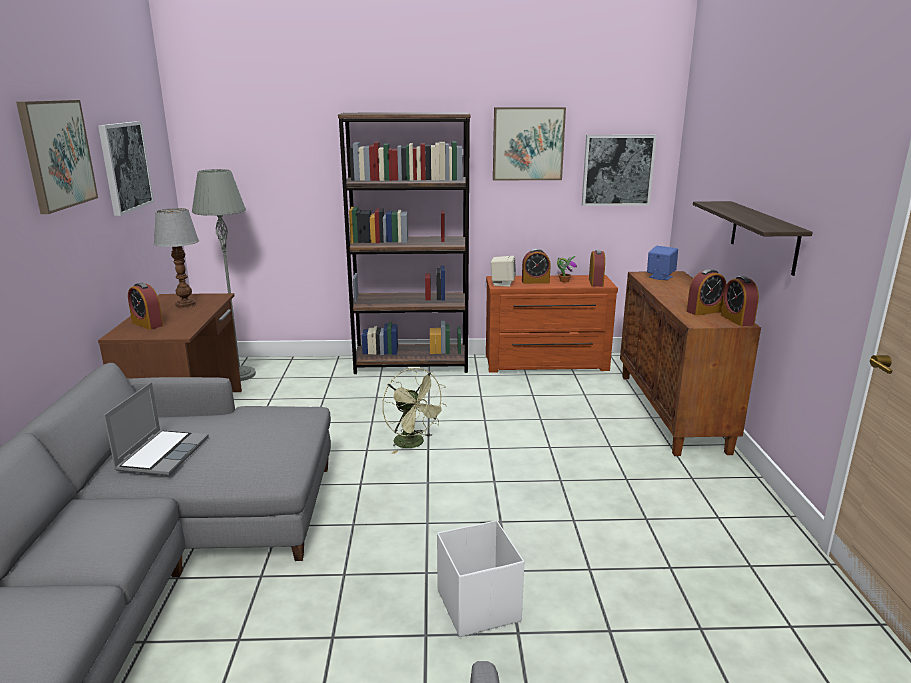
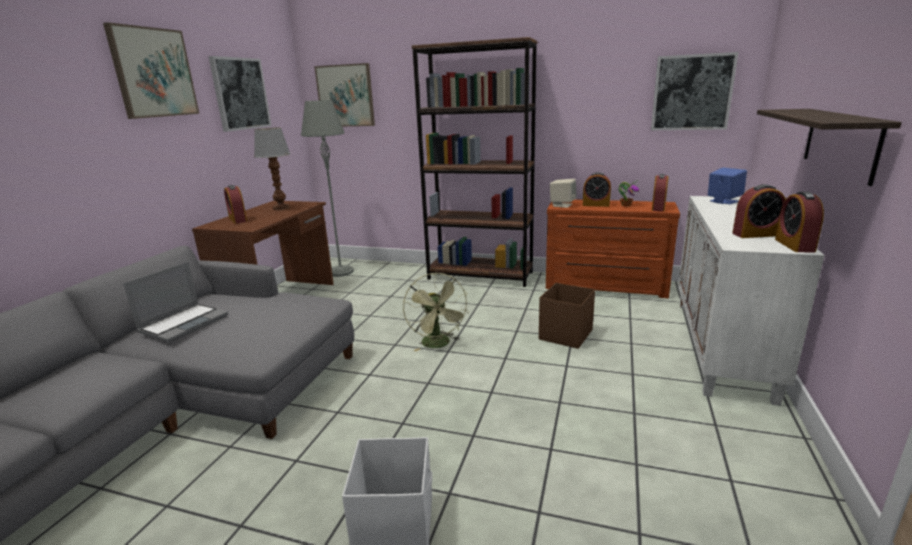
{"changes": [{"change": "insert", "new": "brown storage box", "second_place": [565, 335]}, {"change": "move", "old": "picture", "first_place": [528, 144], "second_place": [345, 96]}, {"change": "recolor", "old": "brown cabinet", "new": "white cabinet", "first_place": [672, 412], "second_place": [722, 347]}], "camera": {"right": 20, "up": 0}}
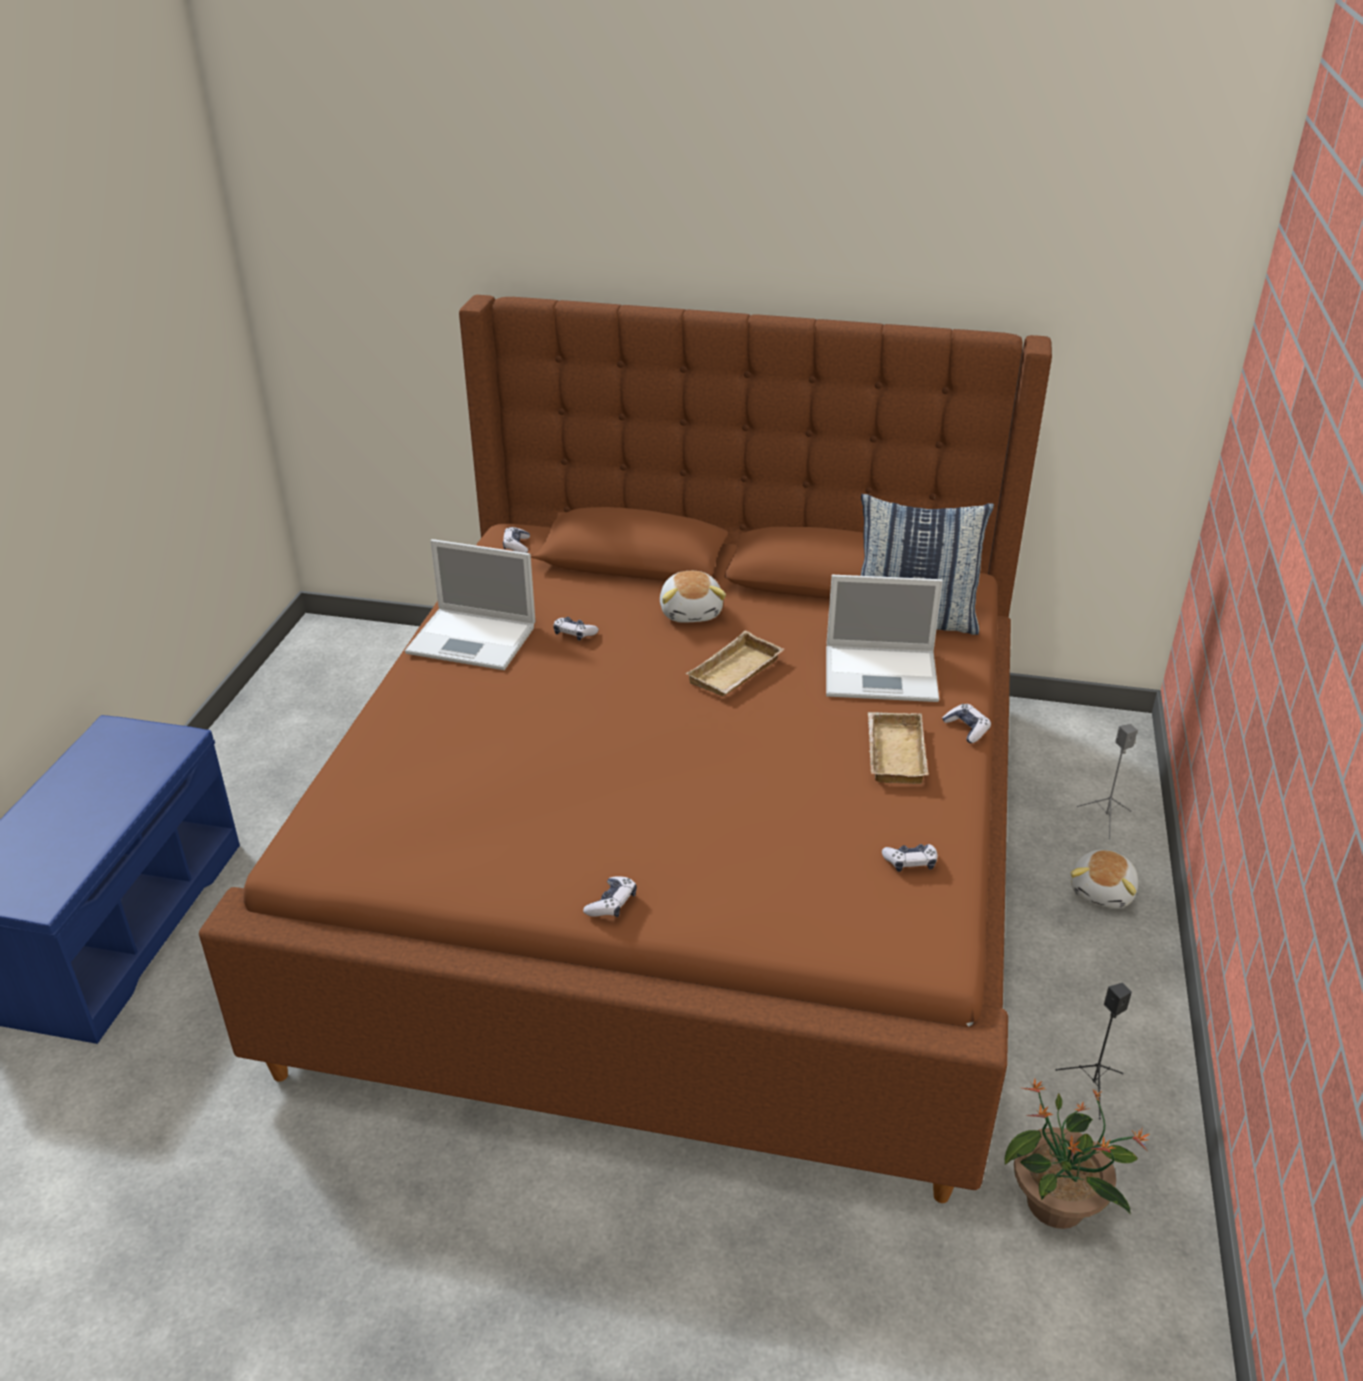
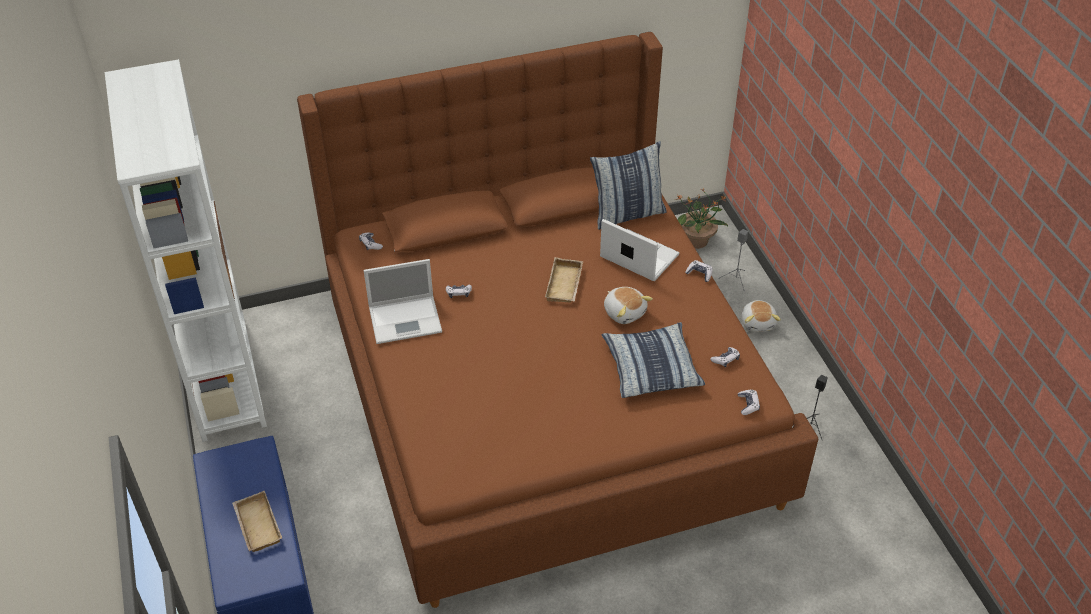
{"changes": [{"change": "insert", "new": "white bookcase", "second_place": [224, 378]}, {"change": "insert", "new": "pillow", "second_place": [651, 367]}, {"change": "move", "old": "game controller", "first_place": [612, 903], "second_place": [748, 405]}, {"change": "move", "old": "plush toy", "first_place": [692, 612], "second_place": [624, 312]}, {"change": "move", "old": "beige tray", "first_place": [892, 753], "second_place": [256, 525]}, {"change": "move", "old": "potted plant", "first_place": [1057, 1204], "second_place": [697, 241]}, {"change": "rotate", "old": "laptop", "first_place": [883, 674], "second_place": [638, 256], "degrees": -120}], "camera": {"right": -30, "up": 10}}
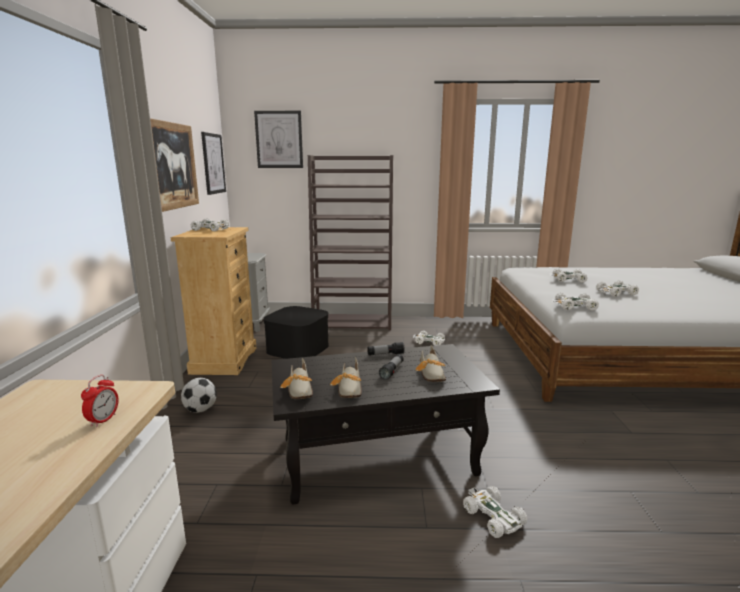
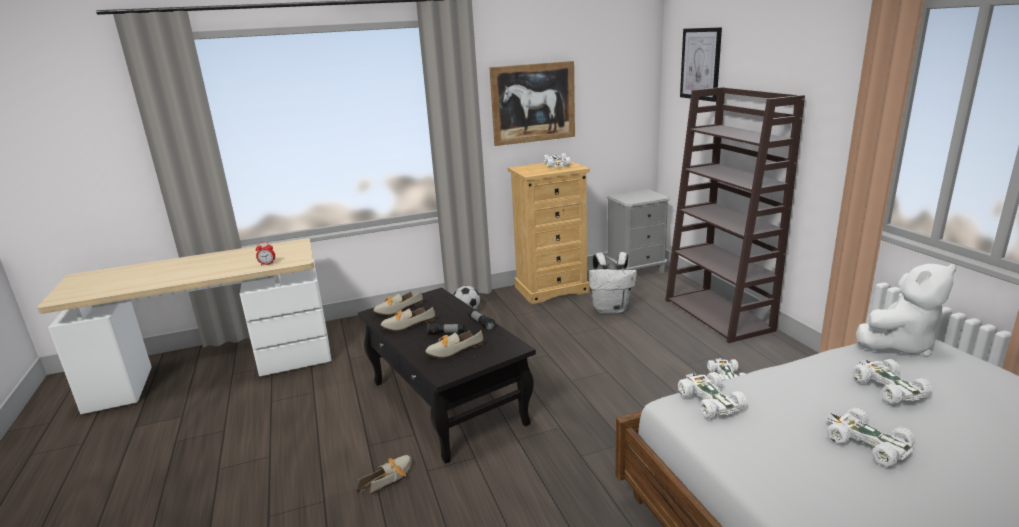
{"changes": [{"change": "delete", "old": "picture", "first_place": [213, 163]}, {"change": "insert", "new": "white plush toy", "second_place": [898, 345]}, {"change": "replace", "old": "black storage box", "new": "white backpack", "first_place": [297, 348], "second_place": [611, 309]}, {"change": "replace", "old": "white toy car", "new": "shoe", "first_place": [492, 516], "second_place": [390, 478]}], "camera": {"right": 70, "up": 5}}
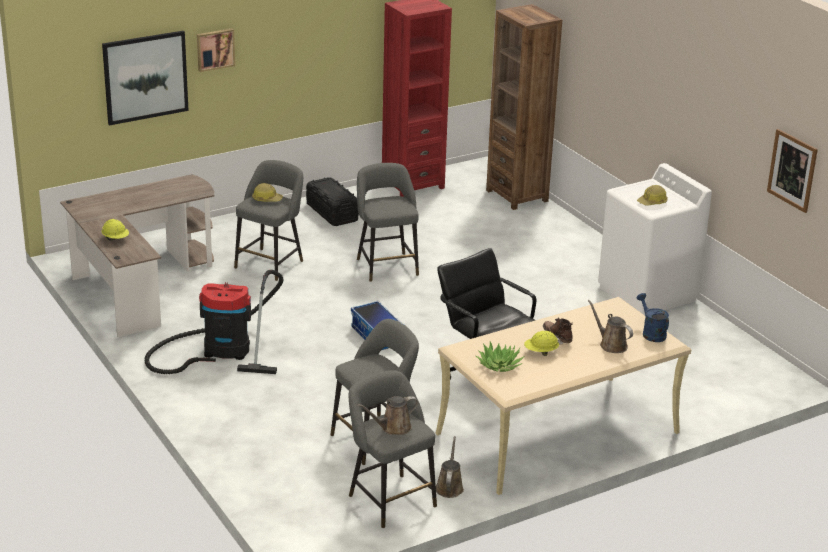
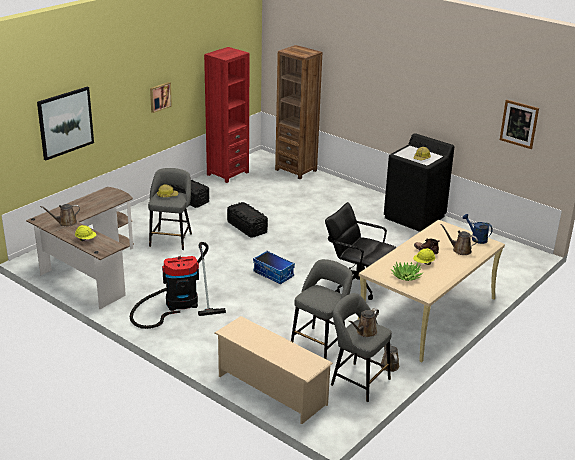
{"changes": [{"change": "insert", "new": "brown watering can", "second_place": [65, 223]}, {"change": "insert", "new": "beige shoe rack", "second_place": [271, 390]}, {"change": "move", "old": "picture", "first_place": [215, 49], "second_place": [160, 97]}, {"change": "replace", "old": "grey stool", "new": "black storage box", "first_place": [386, 265], "second_place": [247, 227]}, {"change": "recolor", "old": "white washing machine", "new": "black washing machine", "first_place": [647, 294], "second_place": [414, 217]}], "camera": {"right": -20, "up": 0}}
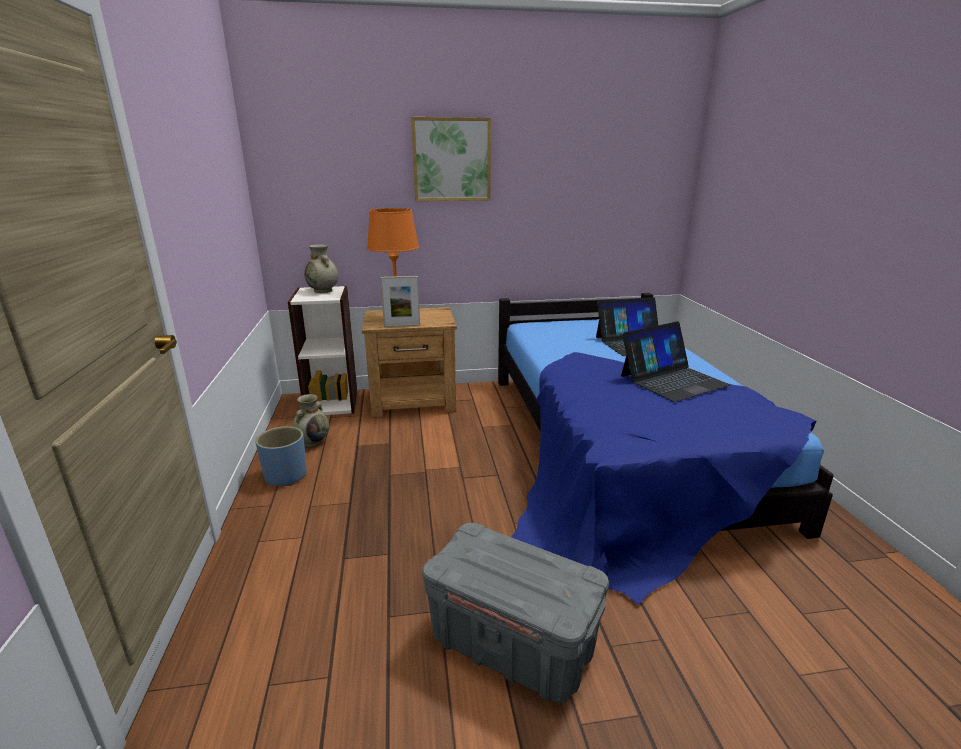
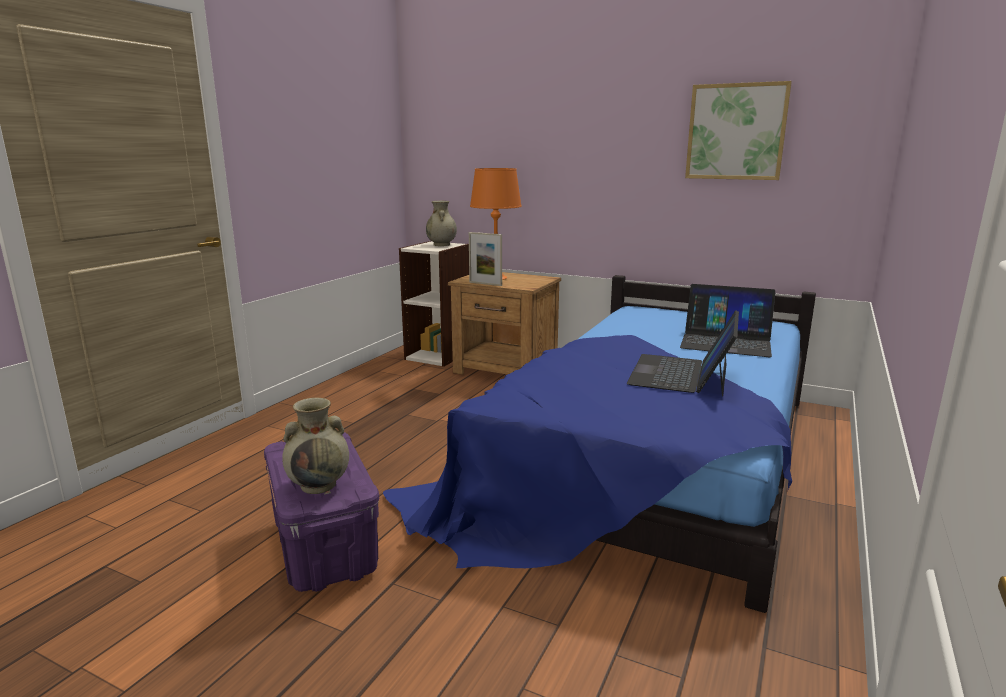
{"changes": [{"change": "delete", "old": "blue planter", "first_place": [285, 476]}, {"change": "move", "old": "beige vase", "first_place": [313, 441], "second_place": [319, 485]}, {"change": "move", "old": "picture", "first_place": [451, 160], "second_place": [736, 132]}, {"change": "recolor", "old": "grey storage box", "new": "purple storage box", "first_place": [510, 645], "second_place": [324, 547]}, {"change": "rotate", "old": "laptop", "first_place": [672, 380], "second_place": [681, 374], "degrees": 105}], "camera": {"right": 35, "up": -5}}
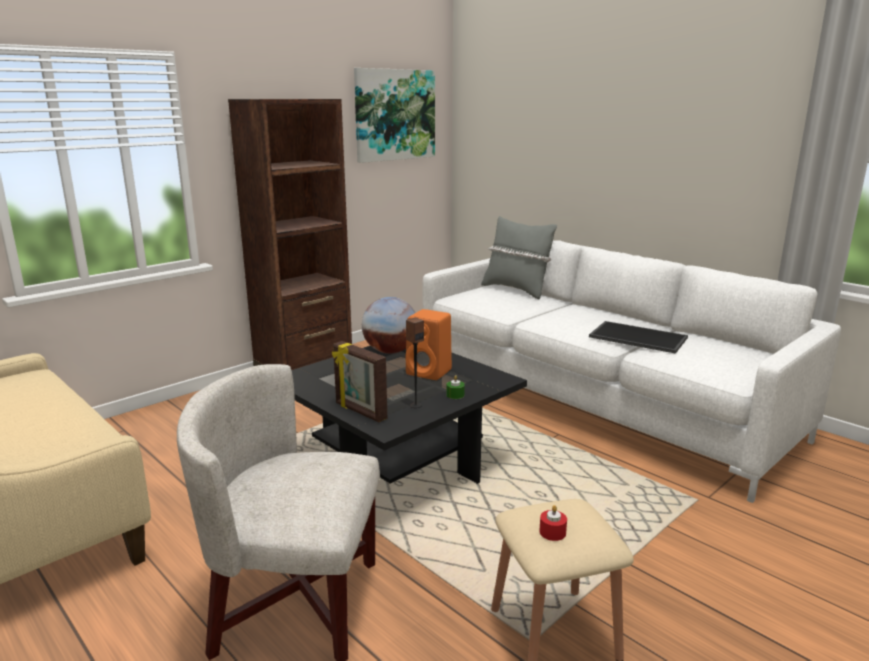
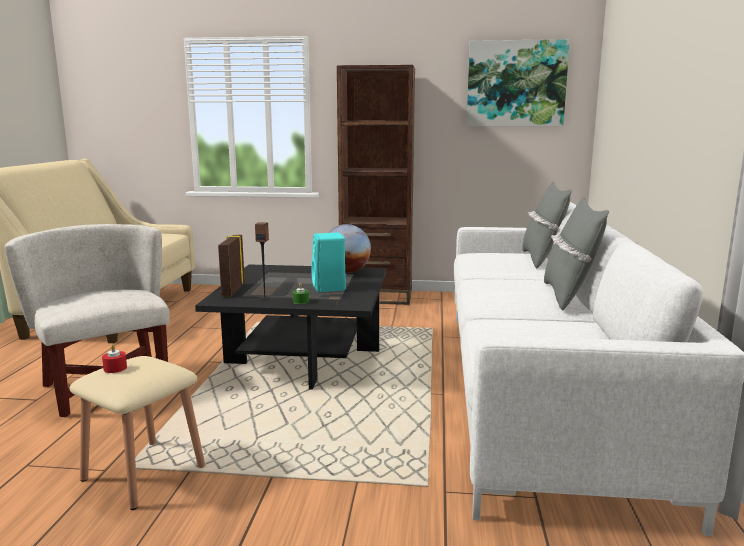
{"changes": [{"change": "delete", "old": "tray", "first_place": [636, 338]}, {"change": "insert", "new": "grey pillow", "second_place": [569, 296]}, {"change": "recolor", "old": "orange speaker", "new": "turquoise speaker", "first_place": [430, 372], "second_place": [329, 288]}], "camera": {"right": 50, "up": -5}}
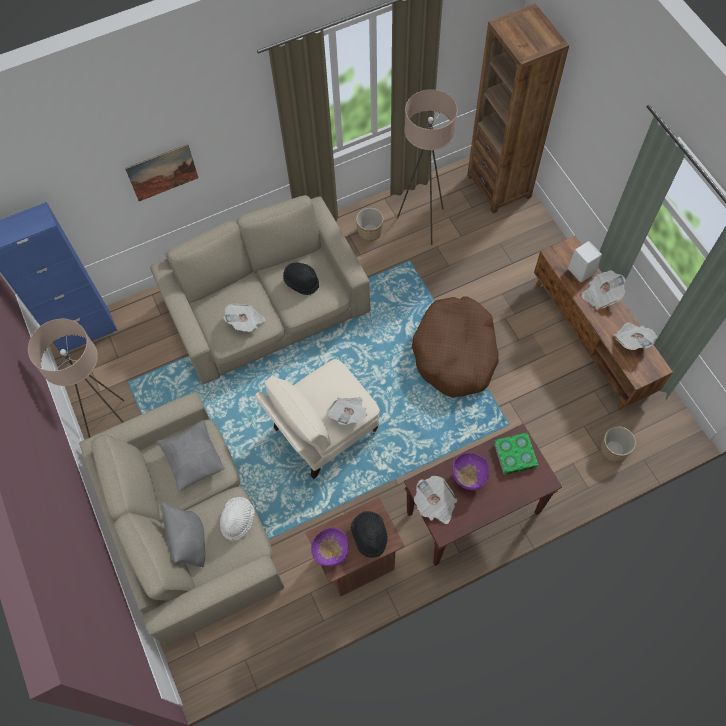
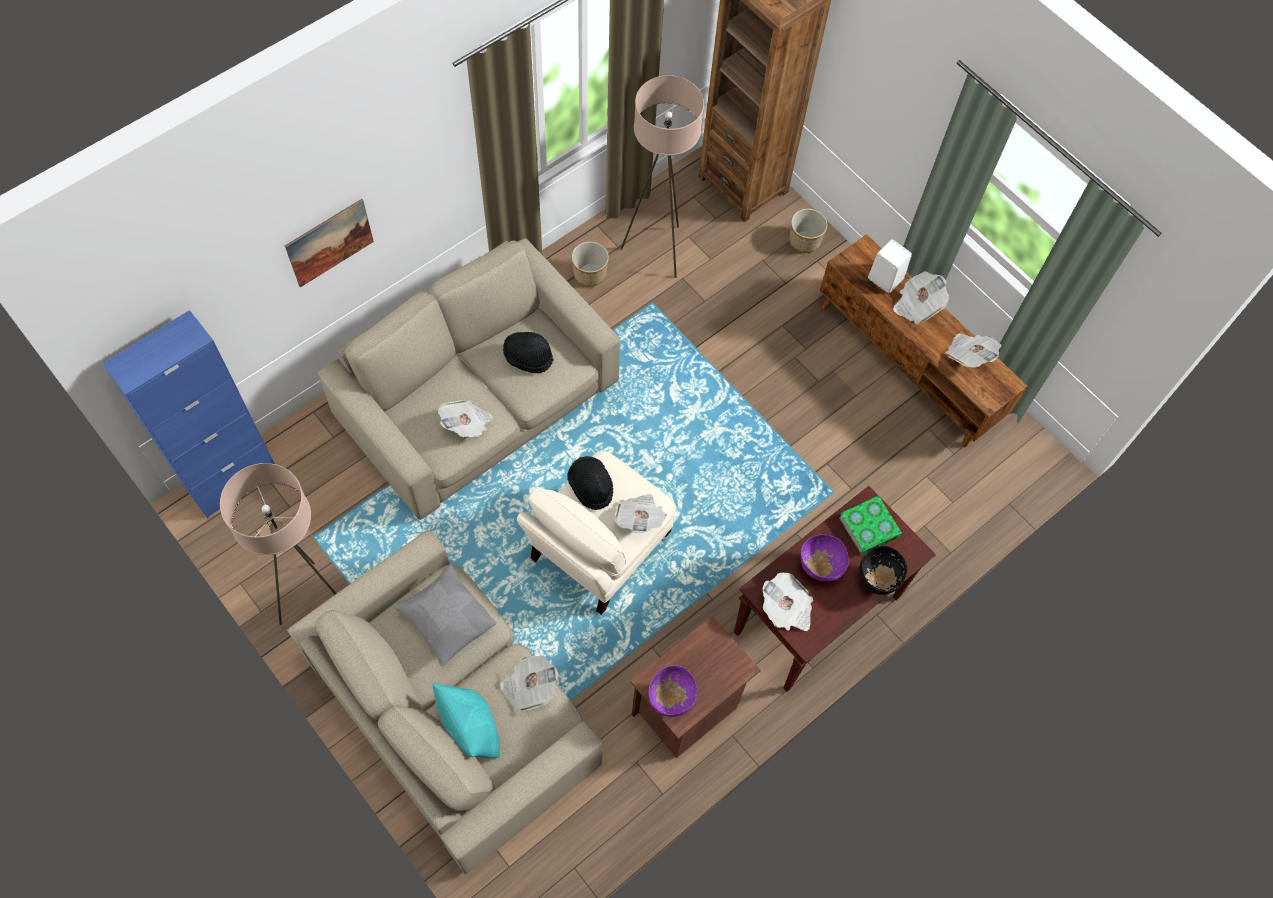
{"changes": [{"change": "delete", "old": "brown dog bed", "first_place": [455, 353]}, {"change": "insert", "new": "black bowl", "second_place": [877, 580]}, {"change": "move", "old": "black hat", "first_place": [369, 536], "second_place": [591, 487]}, {"change": "move", "old": "planter", "first_place": [613, 450], "second_place": [804, 241]}, {"change": "replace", "old": "white hat", "new": "newspaper", "first_place": [237, 520], "second_place": [529, 687]}, {"change": "recolor", "old": "grey pillow", "new": "turquoise pillow", "first_place": [189, 541], "second_place": [471, 728]}], "camera": {"right": -20, "up": 0}}
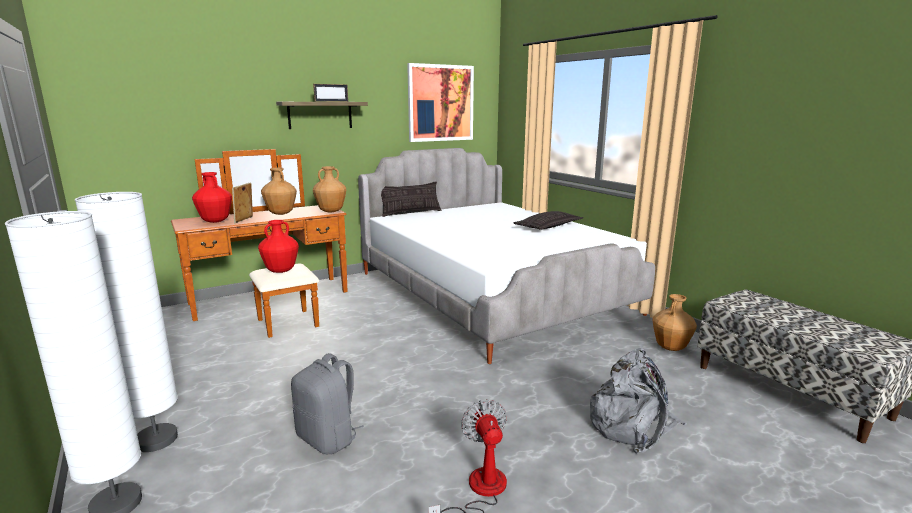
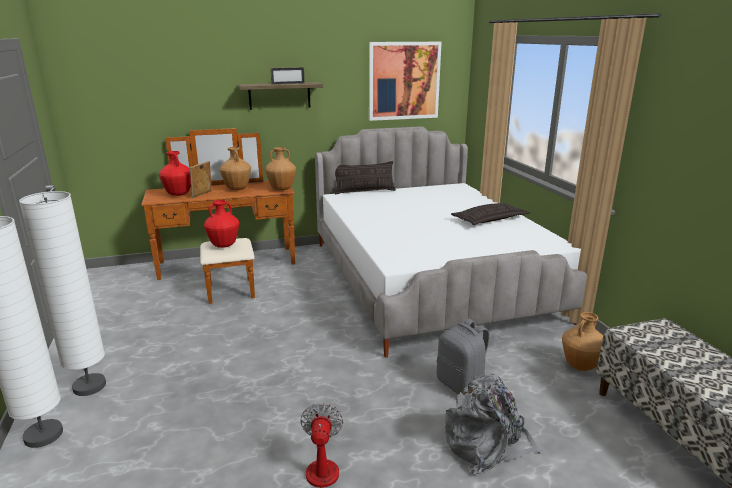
{"changes": [{"change": "move", "old": "grey backpack", "first_place": [328, 438], "second_place": [462, 385]}], "camera": {"right": 15, "up": 5}}
